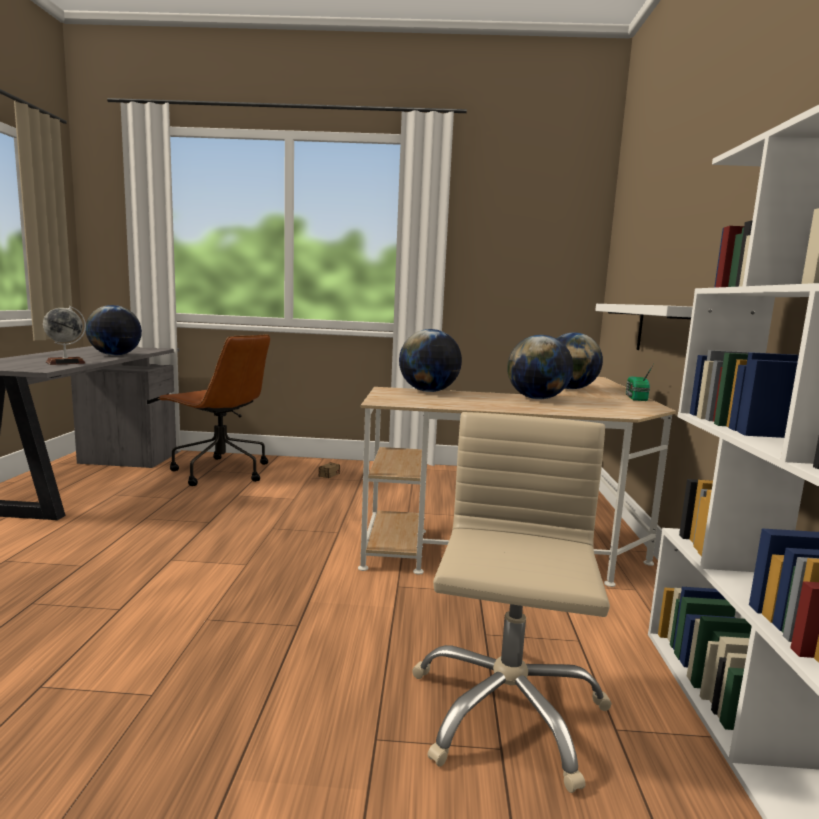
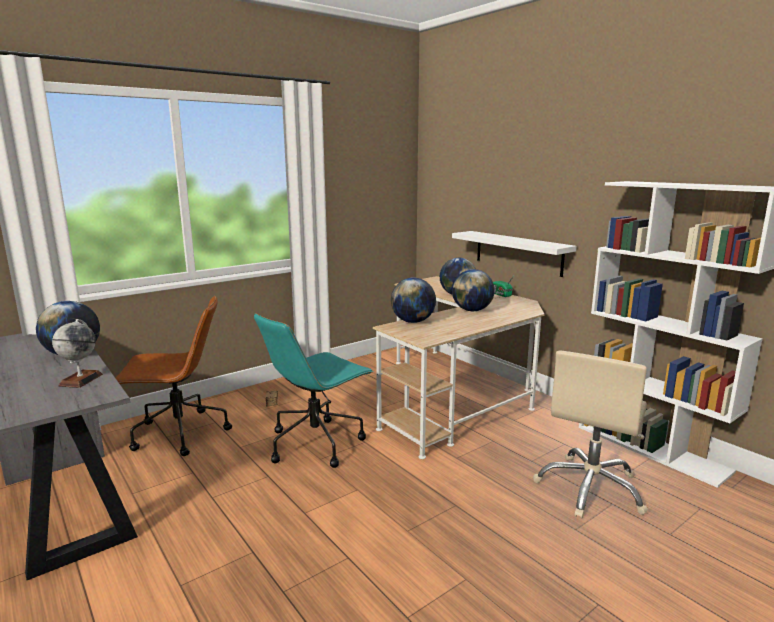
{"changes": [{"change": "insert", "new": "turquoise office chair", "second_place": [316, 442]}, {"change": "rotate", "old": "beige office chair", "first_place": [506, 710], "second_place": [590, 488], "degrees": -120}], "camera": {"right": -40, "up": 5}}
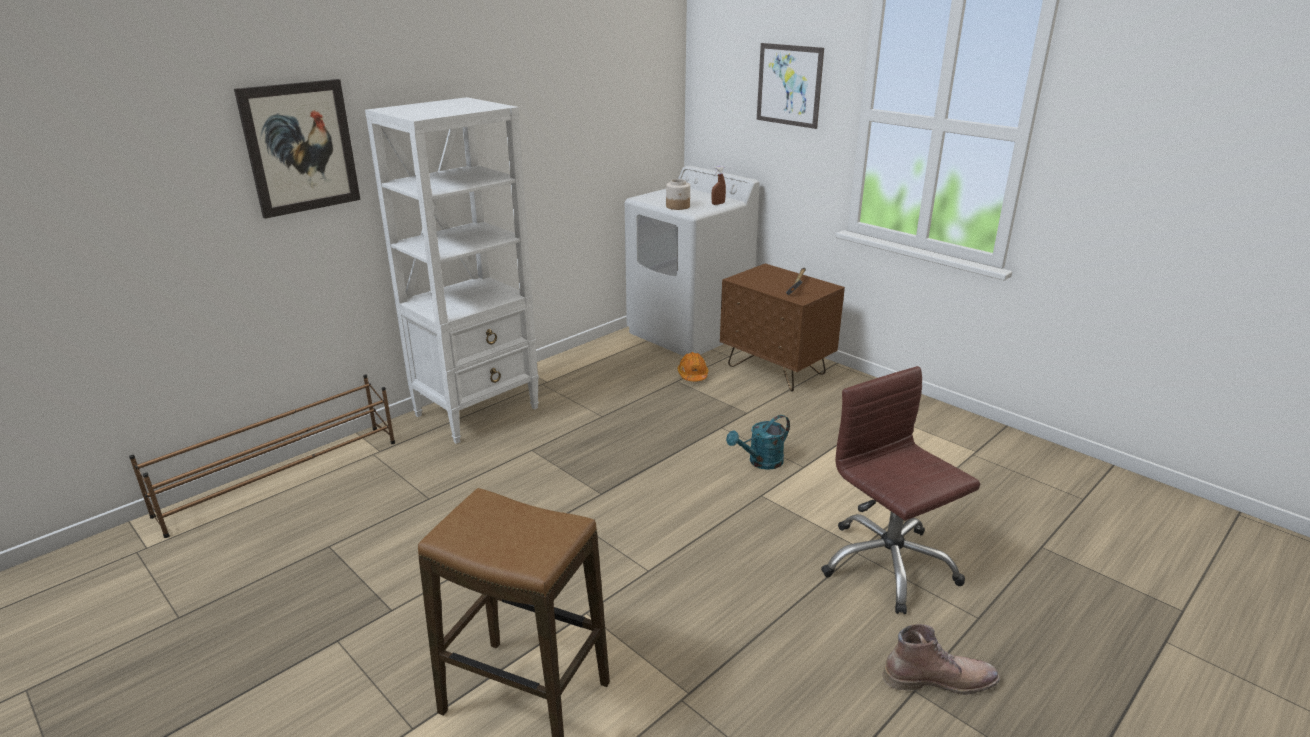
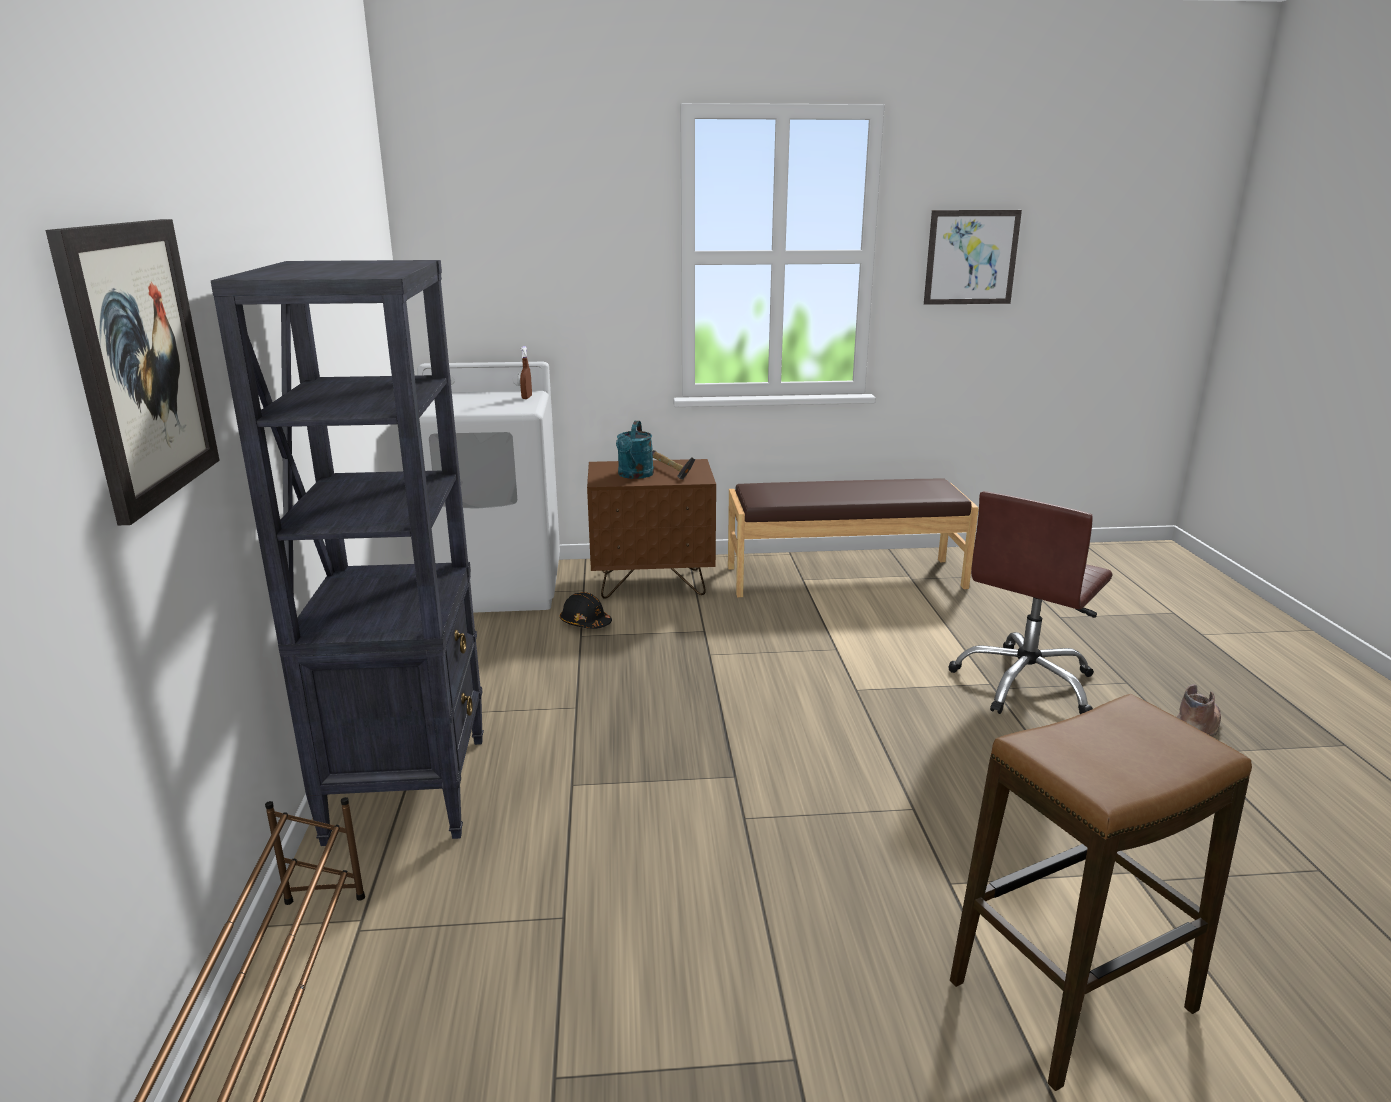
{"changes": [{"change": "delete", "old": "jar", "first_place": [678, 206]}, {"change": "insert", "new": "brown bench", "second_place": [844, 577]}, {"change": "move", "old": "turquoise watering can", "first_place": [760, 462], "second_place": [634, 475]}, {"change": "move", "old": "picture", "first_place": [789, 85], "second_place": [971, 257]}, {"change": "recolor", "old": "white bookcase", "new": "black bookcase", "first_place": [478, 411], "second_place": [409, 787]}, {"change": "recolor", "old": "orange hard hat", "new": "black hard hat", "first_place": [692, 375], "second_place": [585, 623]}, {"change": "rotate", "old": "brown office chair", "first_place": [887, 564], "second_place": [1025, 684], "degrees": -60}], "camera": {"right": -50, "up": -5}}
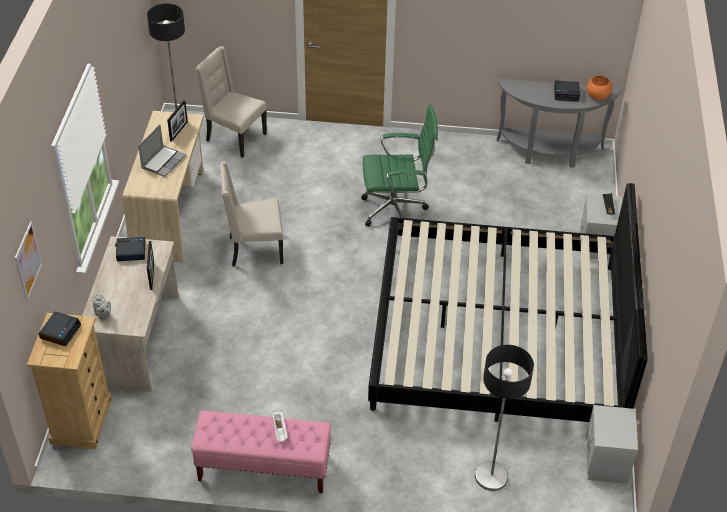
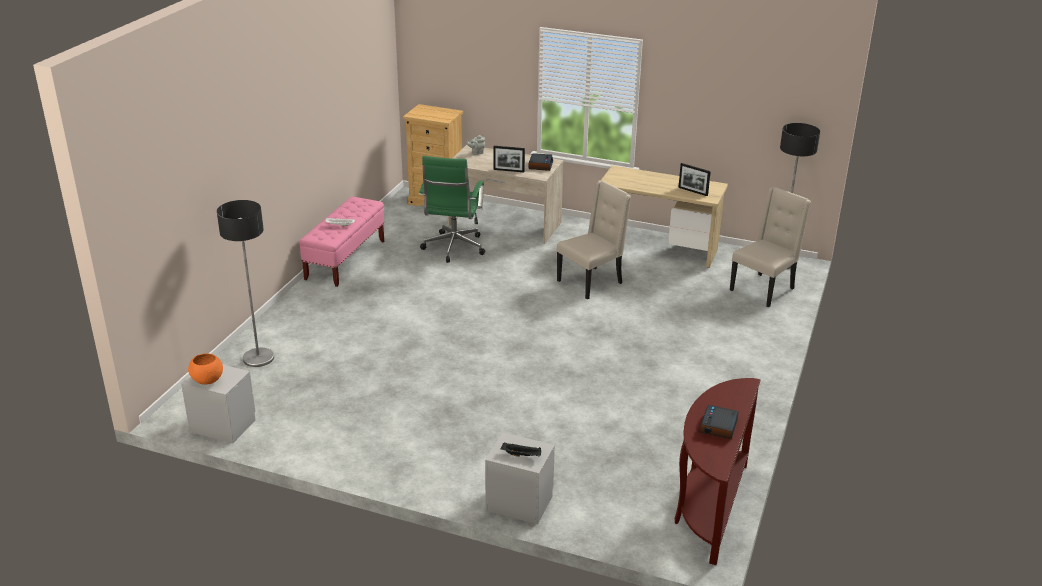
{"changes": [{"change": "delete", "old": "picture", "first_place": [28, 260]}, {"change": "delete", "old": "alarm clock", "first_place": [60, 331]}, {"change": "delete", "old": "laptop", "first_place": [163, 161]}, {"change": "delete", "old": "bed", "first_place": [499, 335]}, {"change": "move", "old": "green office chair", "first_place": [396, 210], "second_place": [453, 249]}, {"change": "move", "old": "orange bowl", "first_place": [597, 96], "second_place": [207, 380]}, {"change": "recolor", "old": "grey console table", "new": "brown console table", "first_place": [549, 152], "second_place": [709, 507]}, {"change": "rotate", "old": "beige chair", "first_place": [254, 250], "second_place": [591, 282], "degrees": 45}], "camera": {"right": 105, "up": -15}}
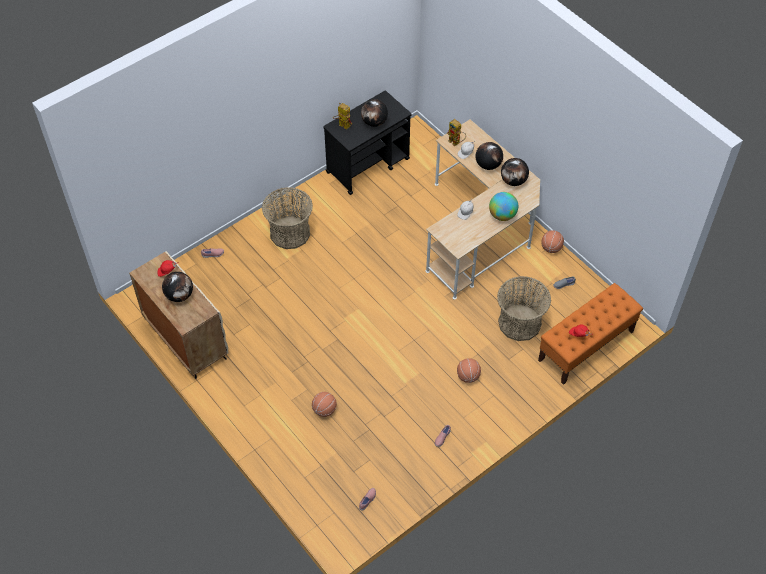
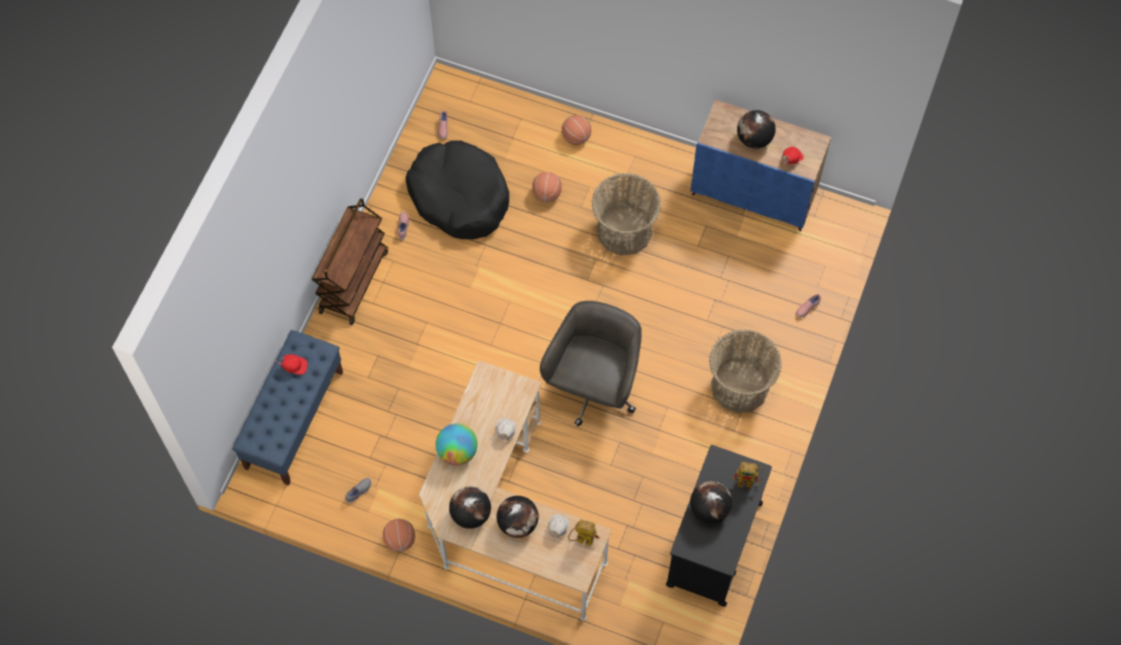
{"changes": [{"change": "insert", "new": "brown cart", "second_place": [353, 281]}, {"change": "insert", "new": "black dog bed", "second_place": [459, 197]}, {"change": "insert", "new": "grey office chair", "second_place": [594, 387]}, {"change": "move", "old": "basketball", "first_place": [468, 376], "second_place": [576, 137]}, {"change": "move", "old": "basket", "first_place": [519, 323], "second_place": [624, 231]}, {"change": "recolor", "old": "beige cabinet", "new": "blue cabinet", "first_place": [185, 338], "second_place": [754, 194]}, {"change": "recolor", "old": "orange bench", "new": "blue bench", "first_place": [585, 346], "second_place": [294, 419]}], "camera": {"right": 150, "up": 10}}
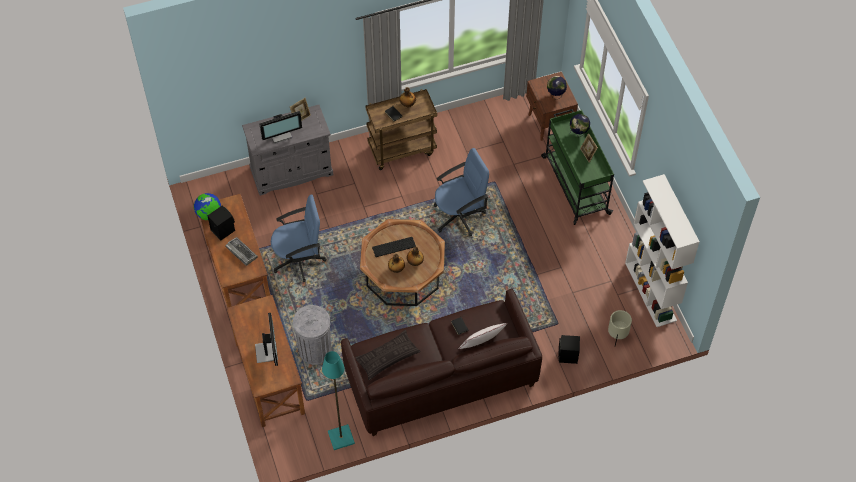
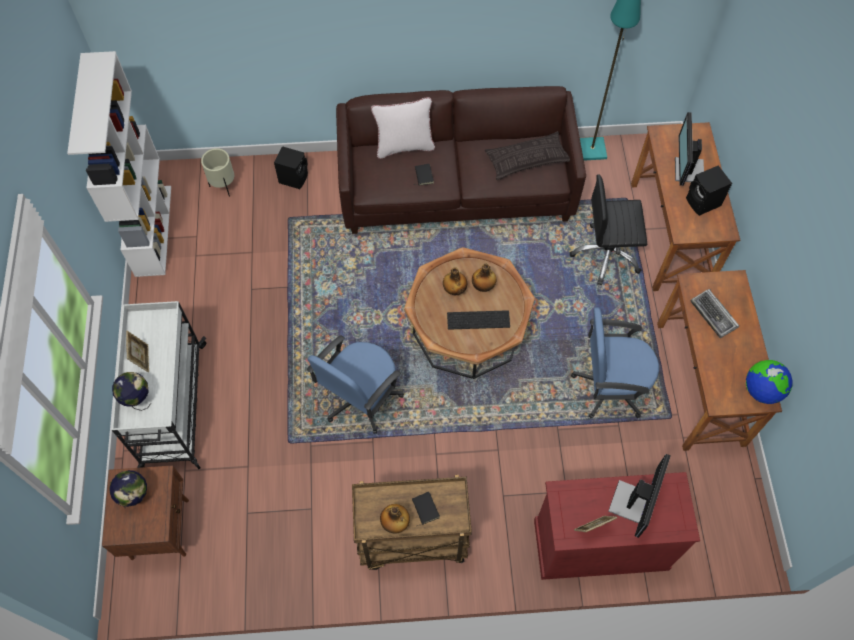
{"changes": [{"change": "move", "old": "black speaker", "first_place": [222, 230], "second_place": [703, 203]}, {"change": "replace", "old": "grey trash can", "new": "black office chair", "first_place": [315, 350], "second_place": [606, 255]}, {"change": "recolor", "old": "grey cabinet", "new": "red cabinet", "first_place": [291, 171], "second_place": [600, 544]}, {"change": "recolor", "old": "green cart", "new": "white cart", "first_place": [575, 184], "second_place": [173, 408]}, {"change": "rotate", "old": "monitor", "first_place": [281, 134], "second_place": [632, 502], "degrees": 120}, {"change": "rotate", "old": "blue office chair", "first_place": [459, 216], "second_place": [360, 398], "degrees": -45}], "camera": {"right": -165, "up": 5}}
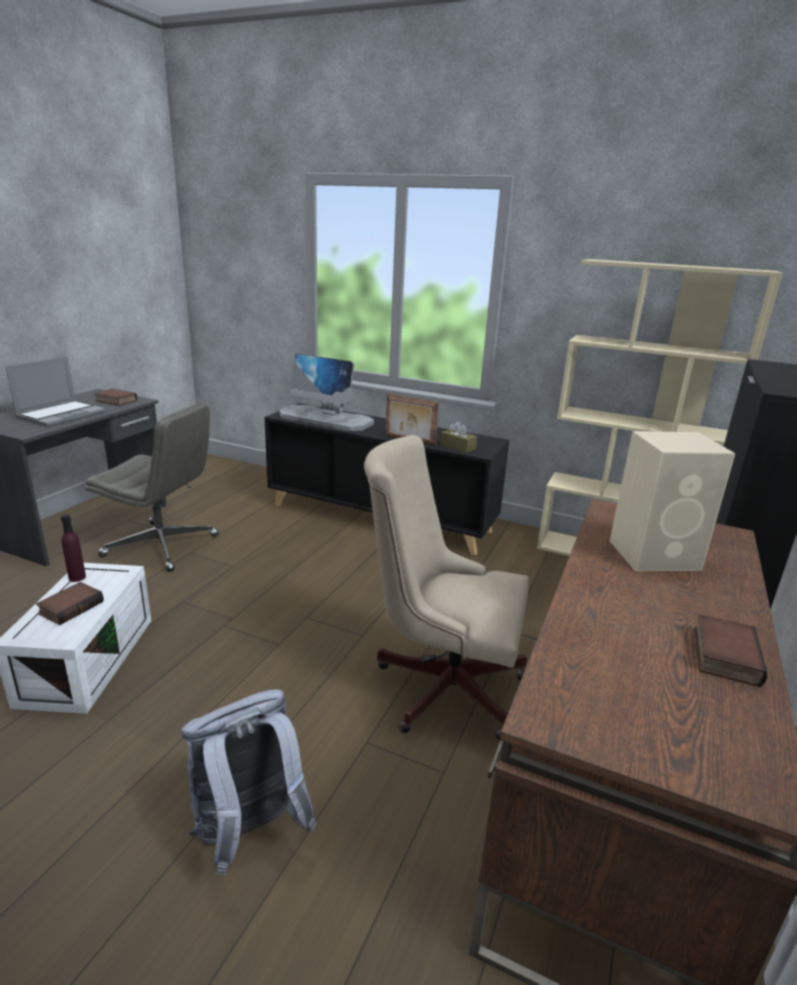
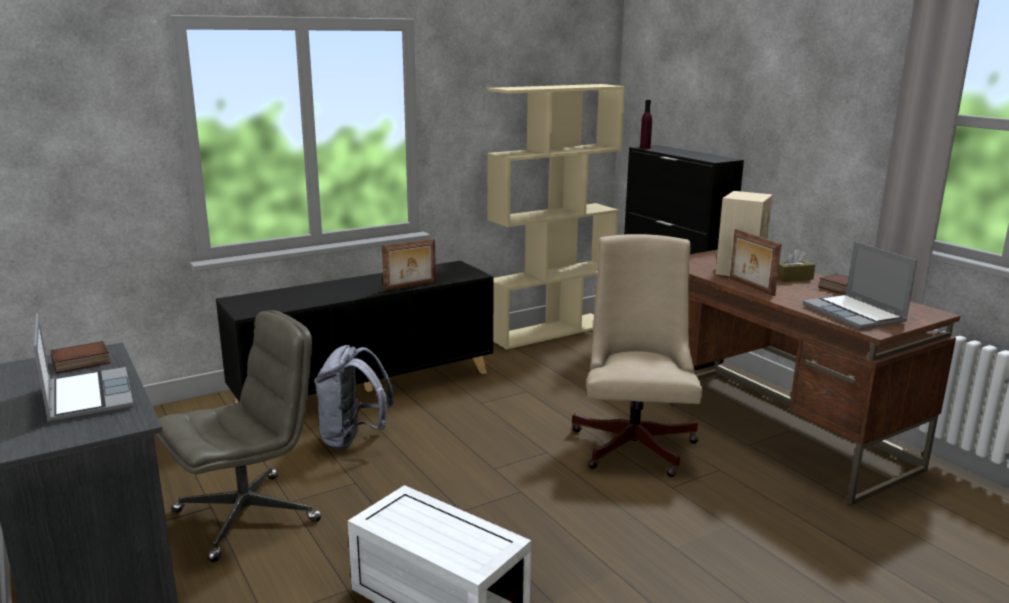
{"changes": [{"change": "delete", "old": "book", "first_place": [71, 606]}, {"change": "delete", "old": "monitor", "first_place": [326, 419]}, {"change": "insert", "new": "picture frame", "second_place": [750, 287]}, {"change": "insert", "new": "laptop", "second_place": [855, 314]}, {"change": "move", "old": "purple bottle", "first_place": [77, 577], "second_place": [645, 148]}, {"change": "move", "old": "grey backpack", "first_place": [249, 833], "second_place": [353, 439]}, {"change": "move", "old": "brown tissue box", "first_place": [458, 447], "second_place": [792, 278]}, {"change": "rotate", "old": "beige office chair", "first_place": [441, 684], "second_place": [635, 442], "degrees": 135}], "camera": {"right": -55, "up": -5}}
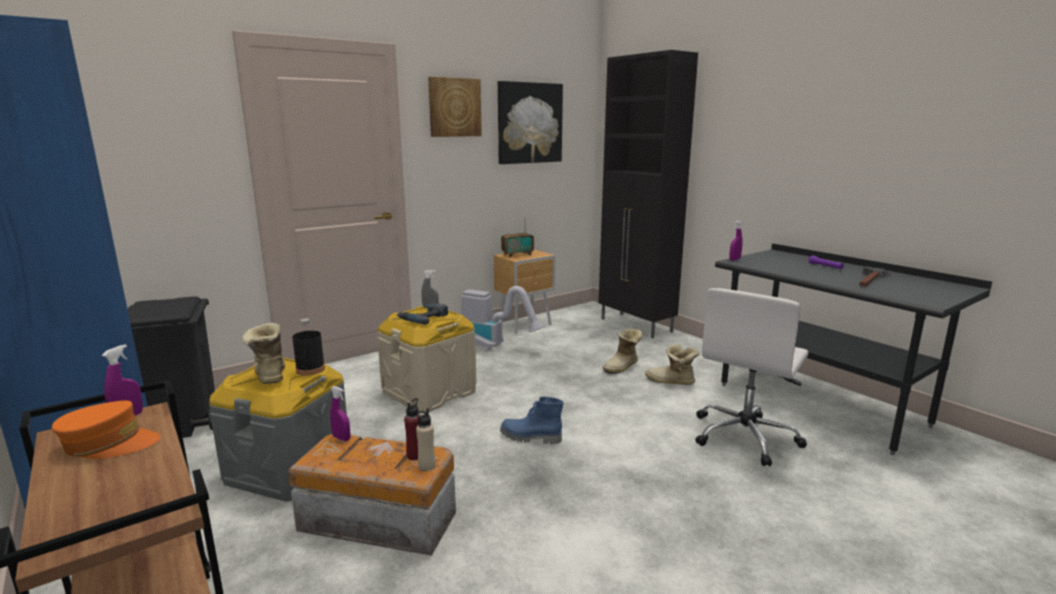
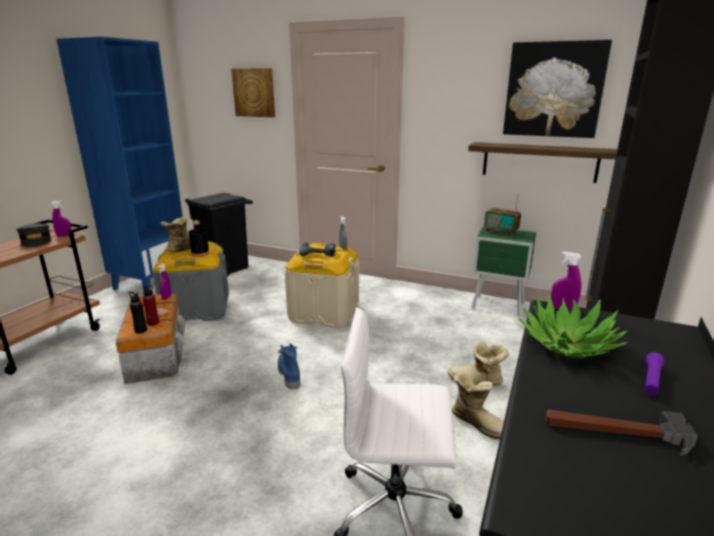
{"changes": [{"change": "delete", "old": "vacuum cleaner", "first_place": [495, 346]}, {"change": "insert", "new": "shelf", "second_place": [539, 162]}, {"change": "insert", "new": "potted plant", "second_place": [568, 344]}, {"change": "move", "old": "picture", "first_place": [454, 107], "second_place": [254, 92]}, {"change": "recolor", "old": "orange cap", "new": "grey cap", "first_place": [109, 443], "second_place": [36, 241]}, {"change": "recolor", "old": "beige bottle", "new": "black bottle", "first_place": [426, 466], "second_place": [141, 330]}, {"change": "recolor", "old": "brown nightstand", "new": "green nightstand", "first_place": [525, 325], "second_place": [499, 306]}, {"change": "rotate", "old": "boot", "first_place": [671, 382], "second_place": [478, 422], "degrees": 135}], "camera": {"right": 60, "up": 5}}
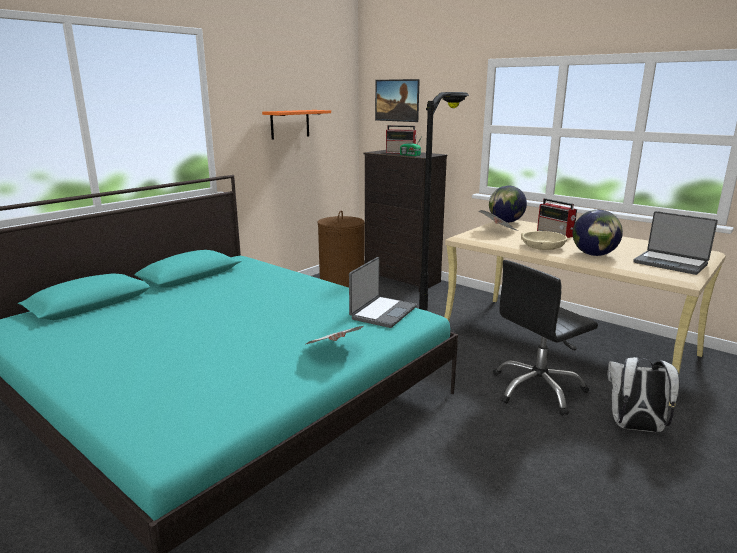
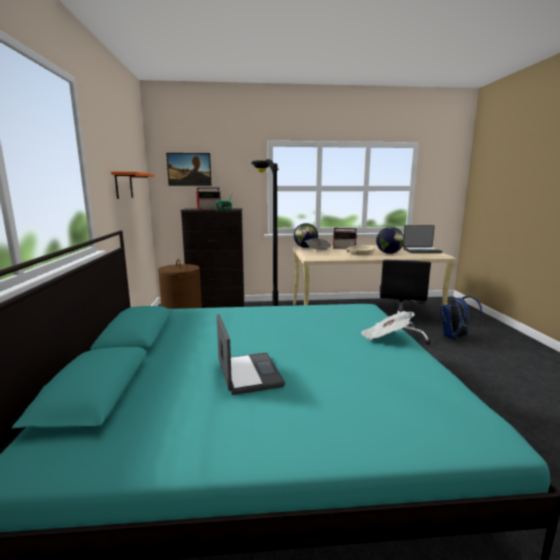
{"changes": [{"change": "move", "old": "laptop", "first_place": [382, 312], "second_place": [248, 374]}, {"change": "recolor", "old": "white backpack", "new": "blue backpack", "first_place": [635, 428], "second_place": [455, 337]}], "camera": {"right": -45, "up": -5}}
